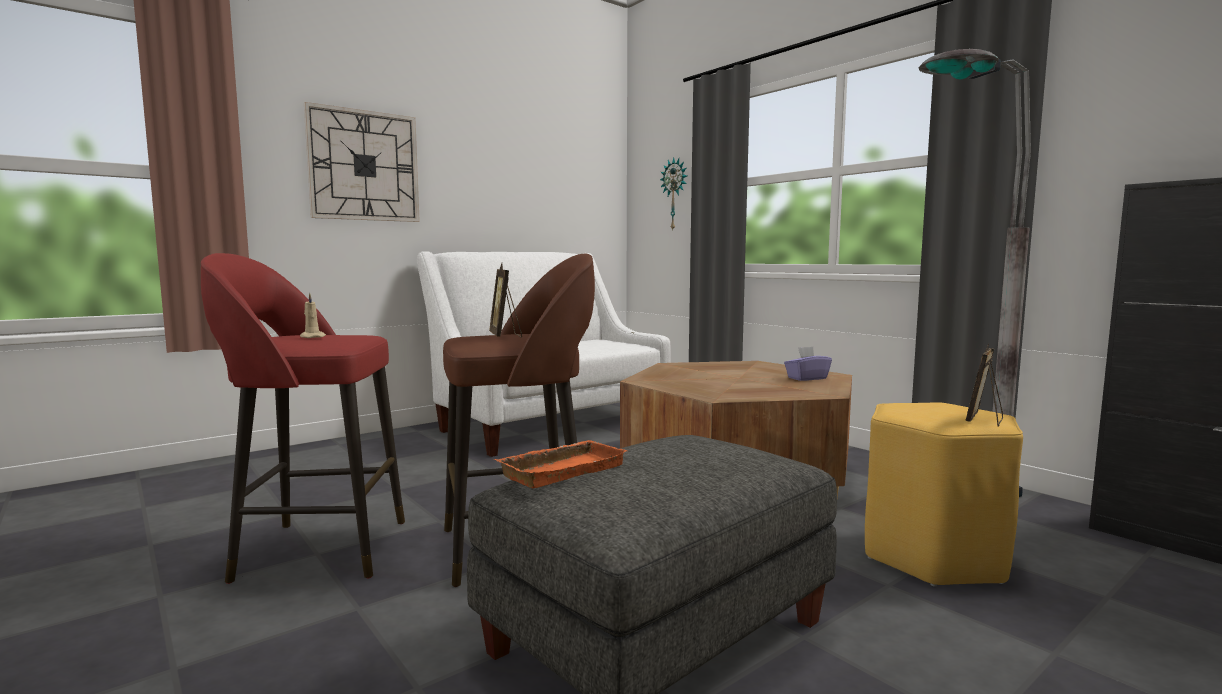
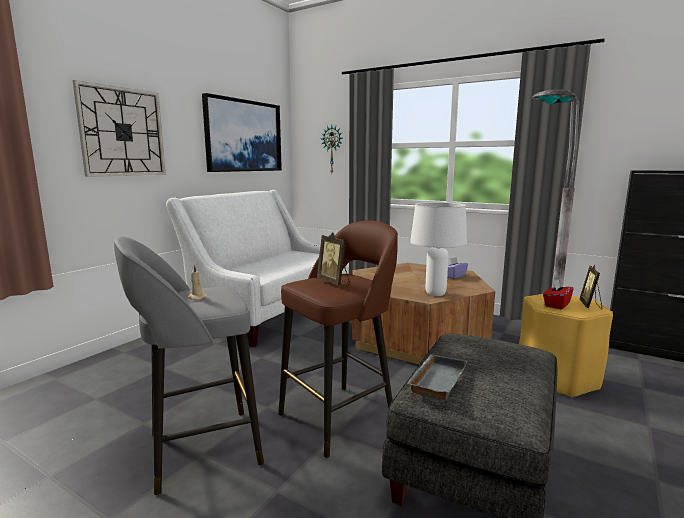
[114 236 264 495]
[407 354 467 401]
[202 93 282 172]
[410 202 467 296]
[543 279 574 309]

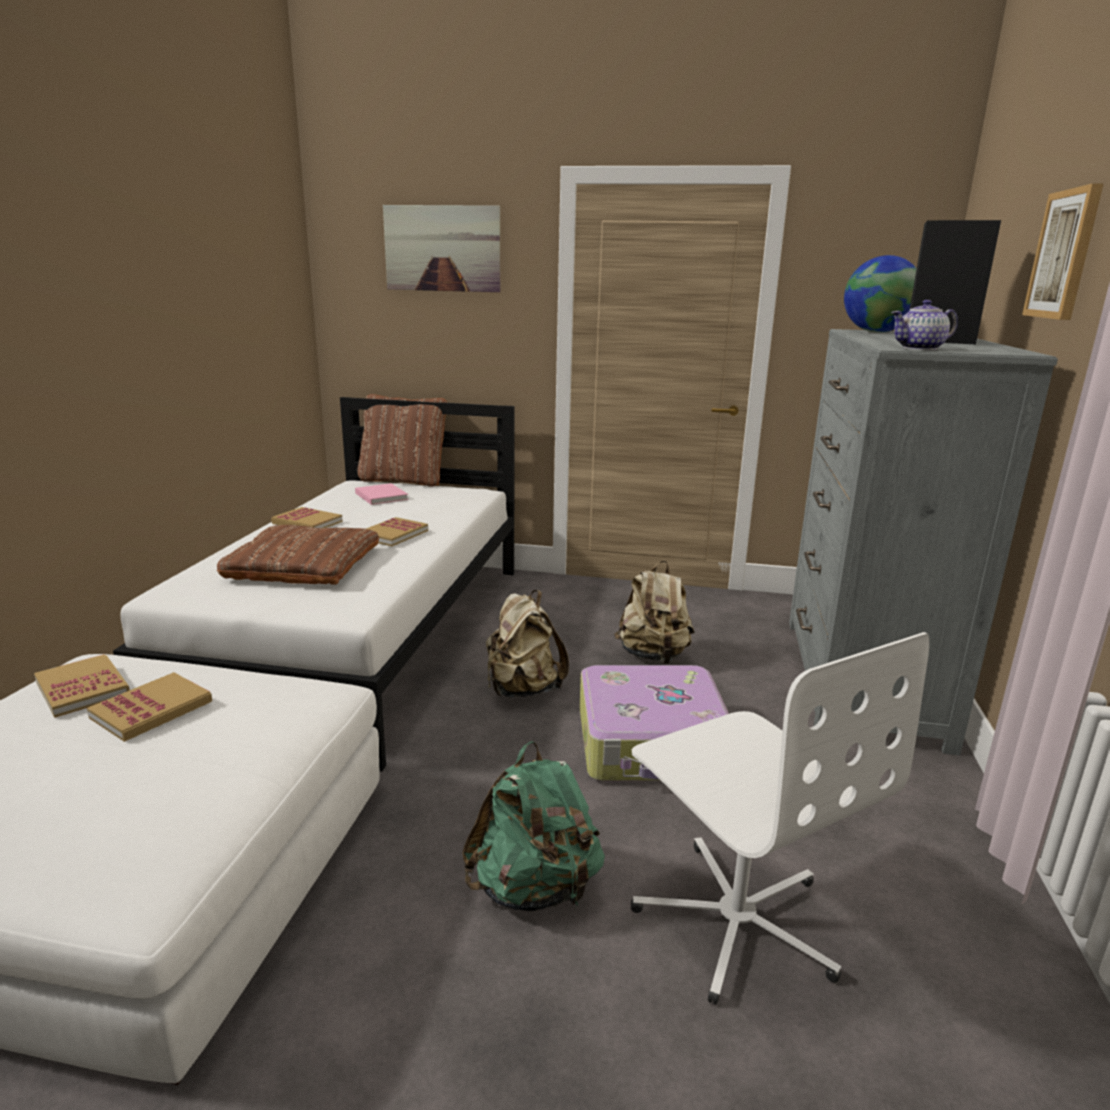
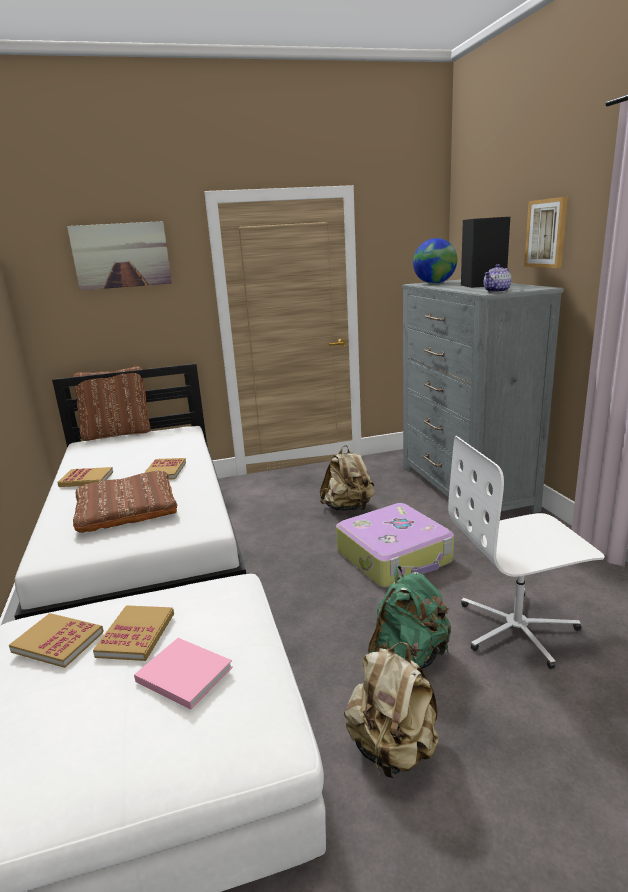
[134 638 233 710]
[344 642 439 778]
[448 436 605 669]

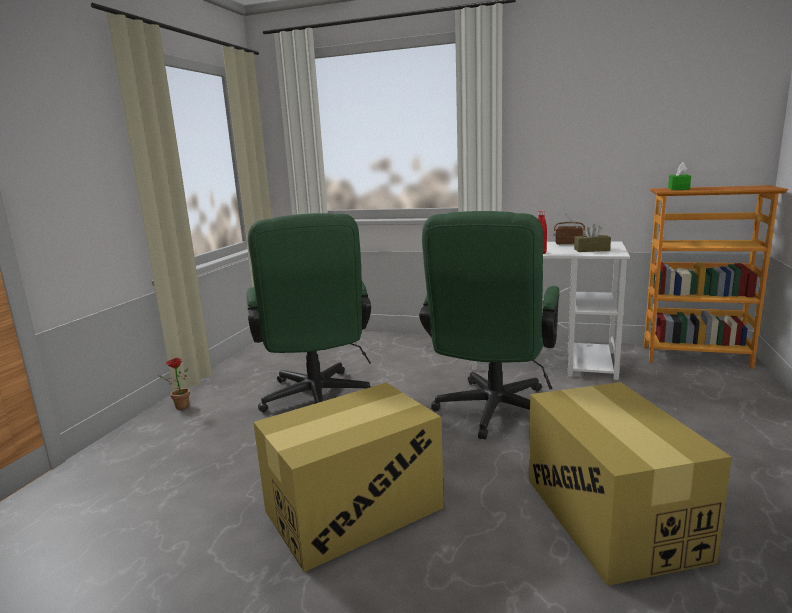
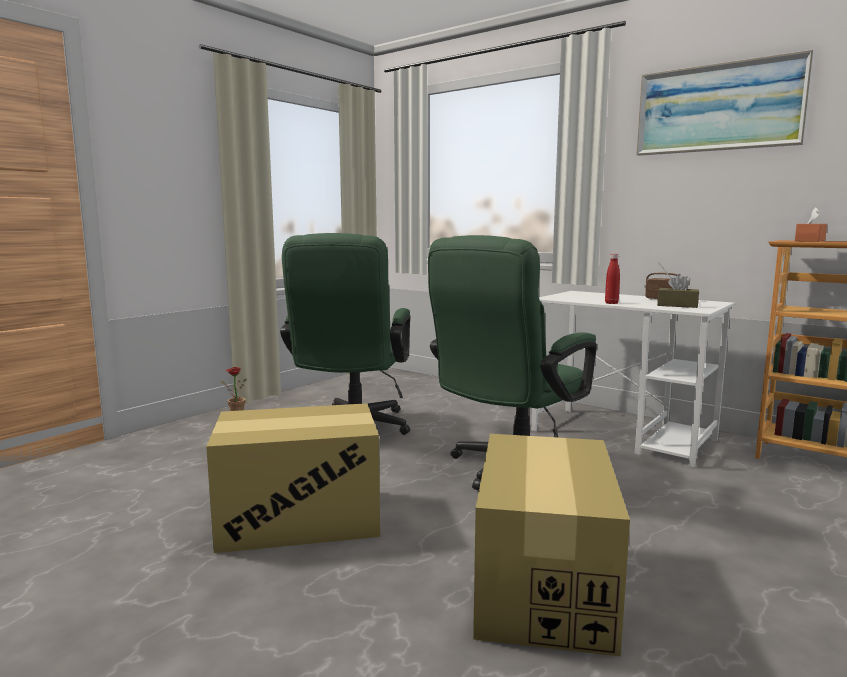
[795 207 827 242]
[636 50 814 156]

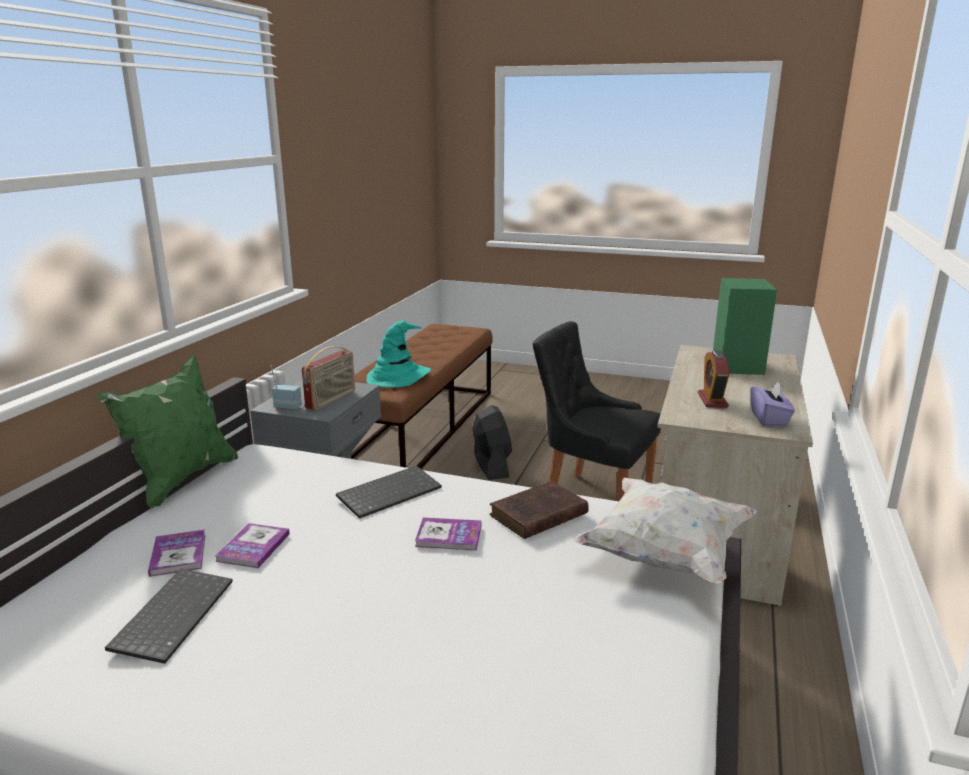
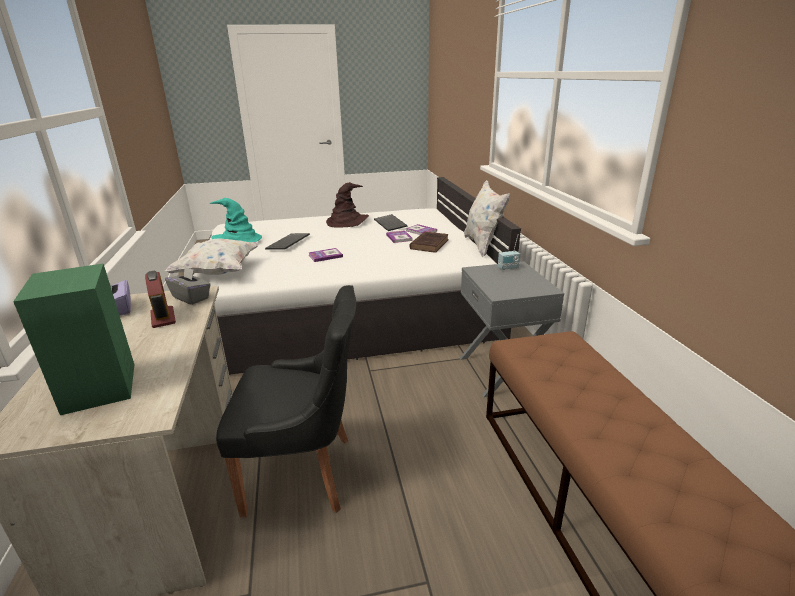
[210 198 262 242]
[302 346 355 410] (first image)
[464 180 510 258]
[472 405 512 480] (first image)
[265 233 310 250]
[410 232 449 253]
[326 182 369 228]
[165 266 211 305]

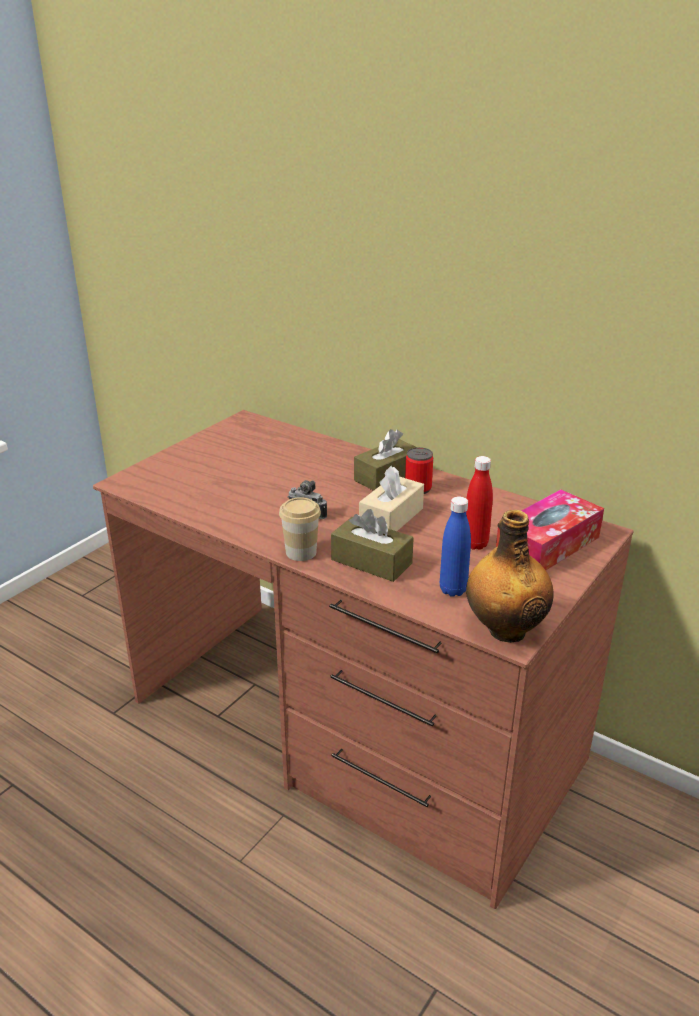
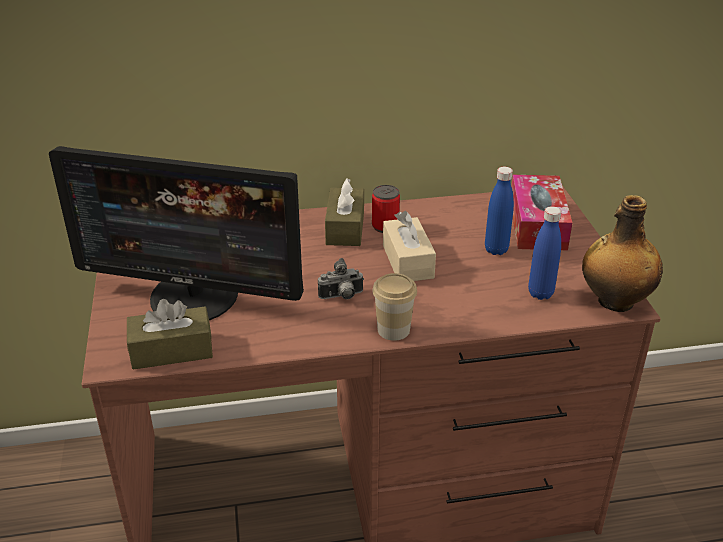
[485 167 514 255]
[127 299 213 370]
[49 146 304 320]

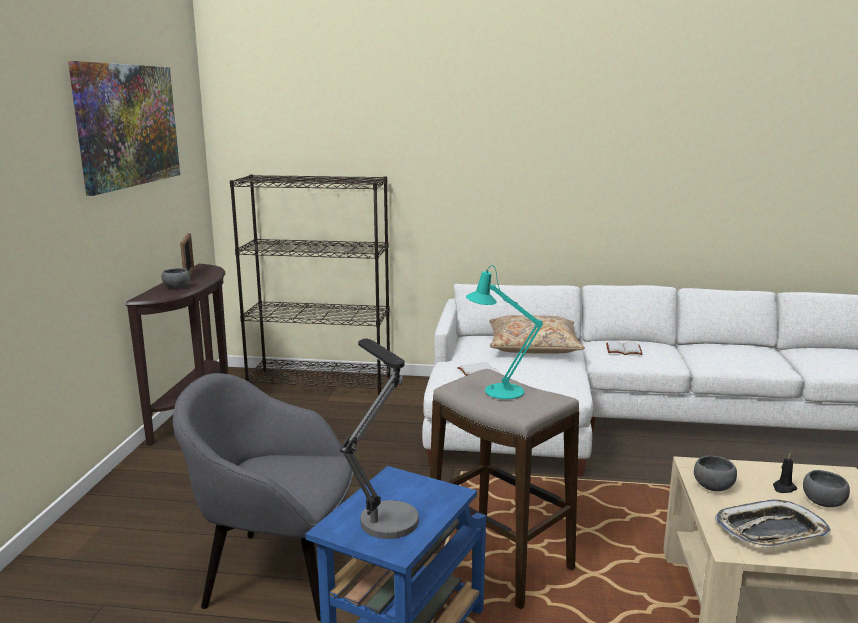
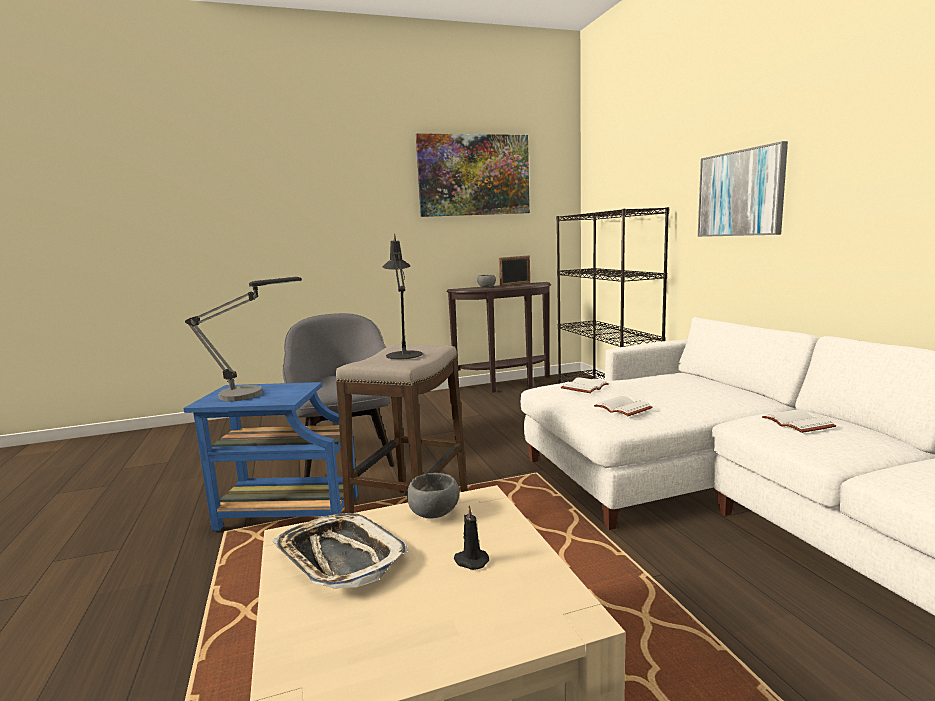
[382 234 423 359]
[489 315 585 354] (first image)
[803 470 850 507] (first image)
[698 141 788 237]
[594 396 653 416]

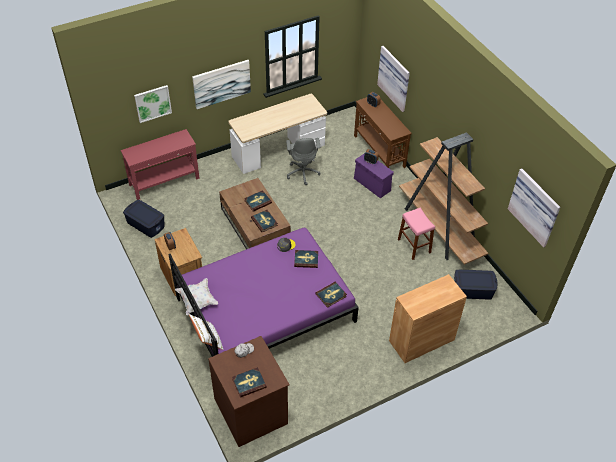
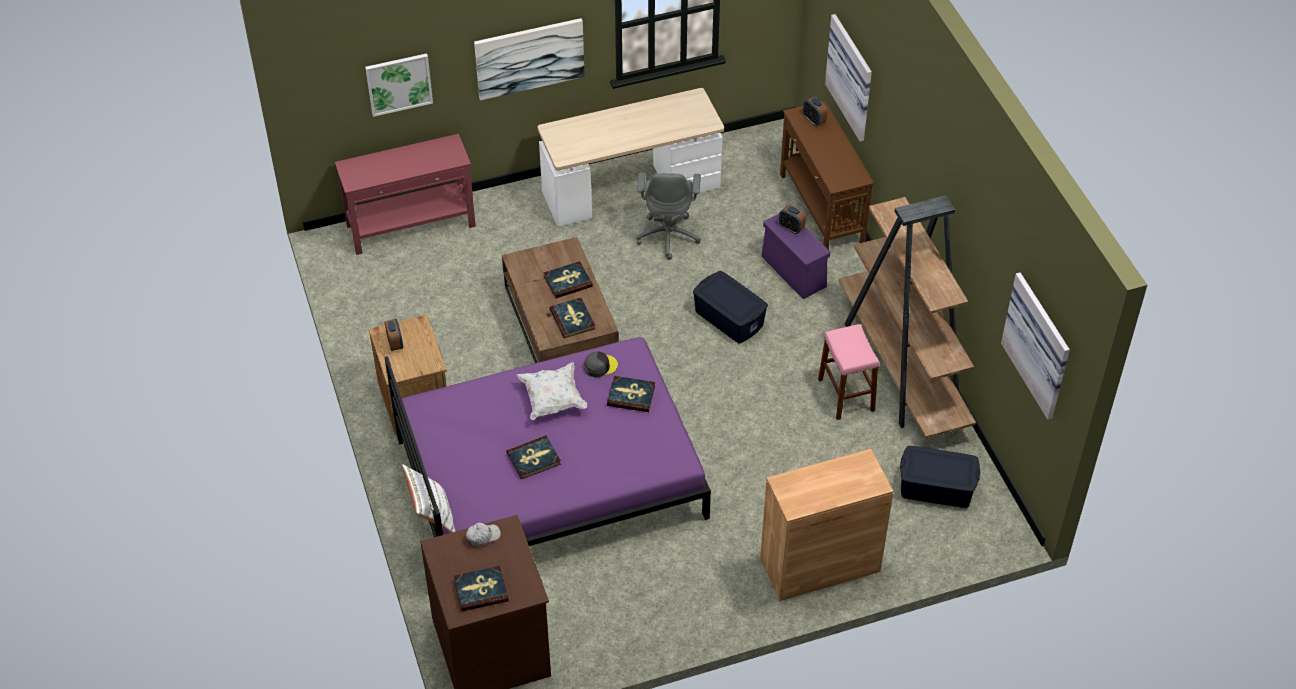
[693 271 768 343]
[517 363 587 420]
[507 436 561 479]

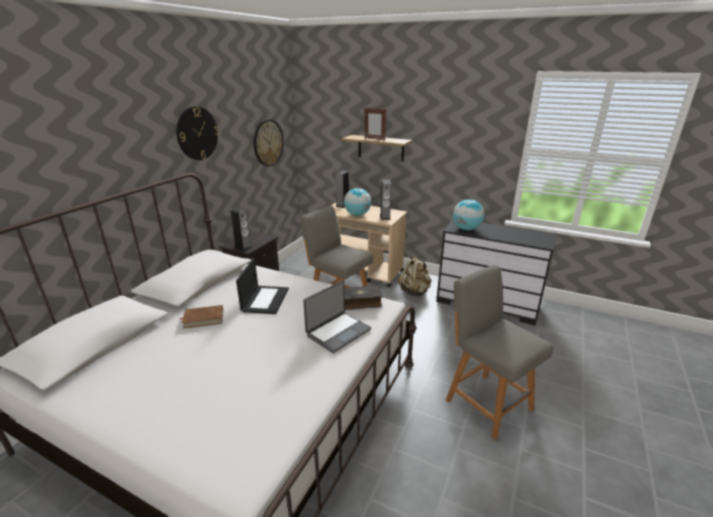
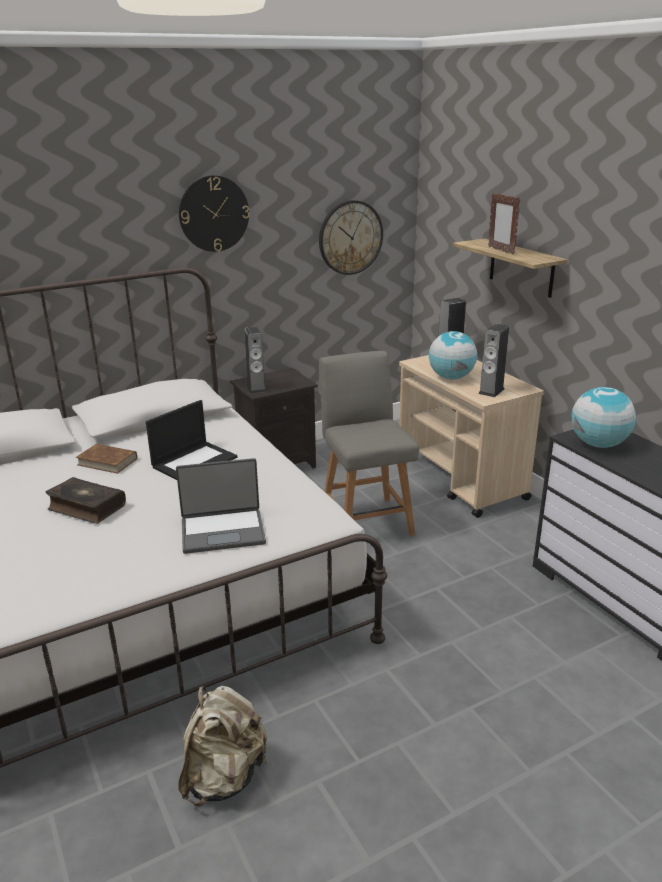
[178 686 268 806]
[446 265 553 441] (first image)
[46 477 126 524]

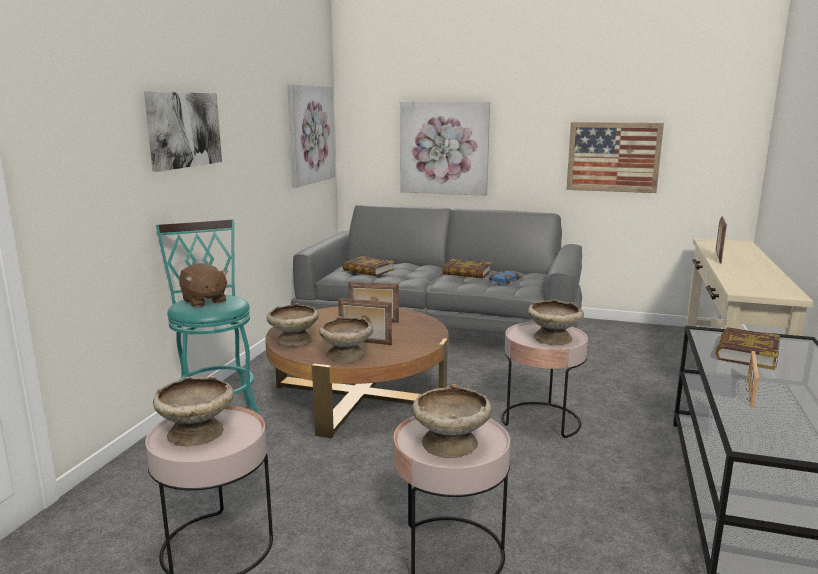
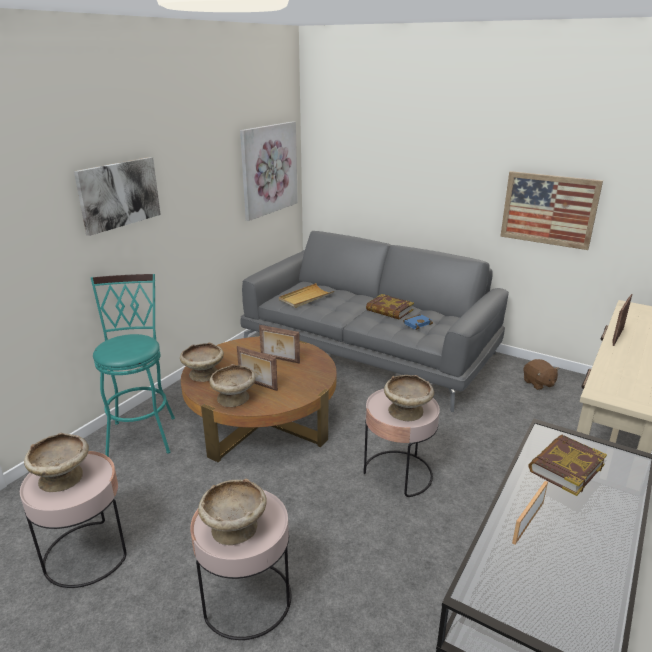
[400 102 490 196] (first image)
[279 283 334 308]
[523 359 560 390]

